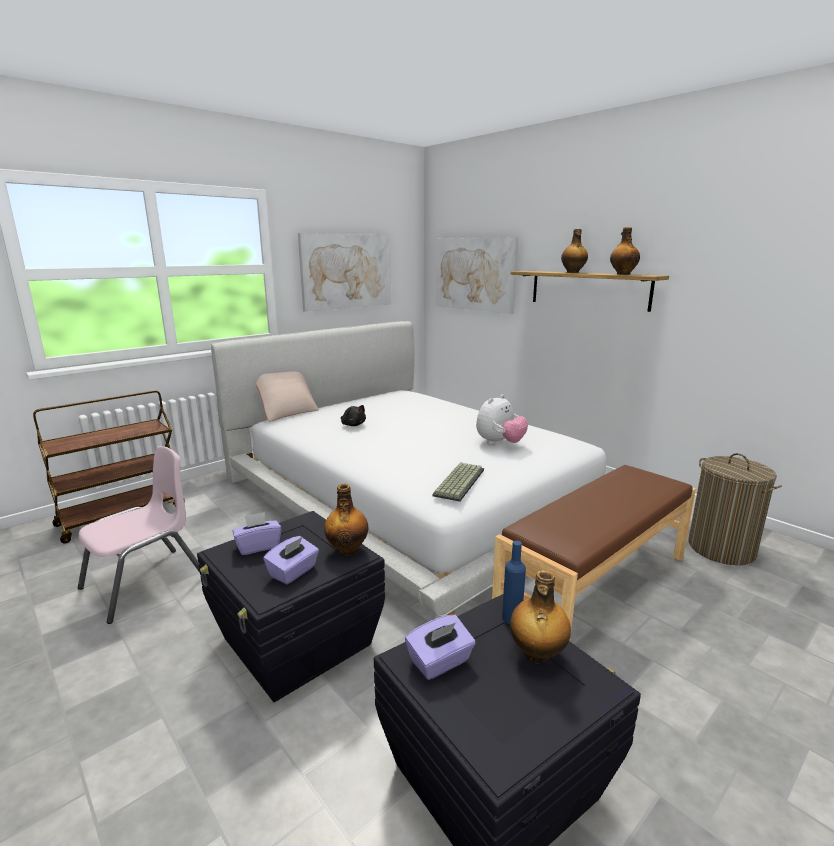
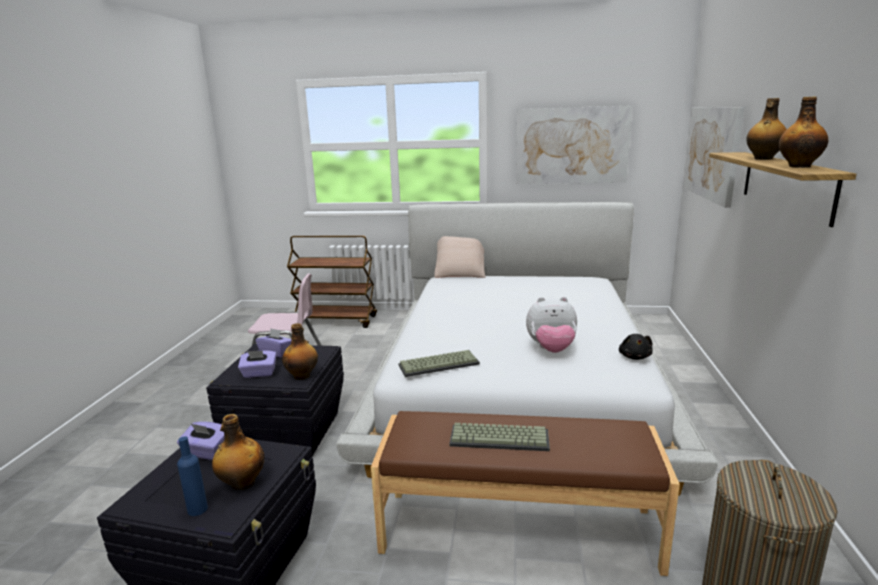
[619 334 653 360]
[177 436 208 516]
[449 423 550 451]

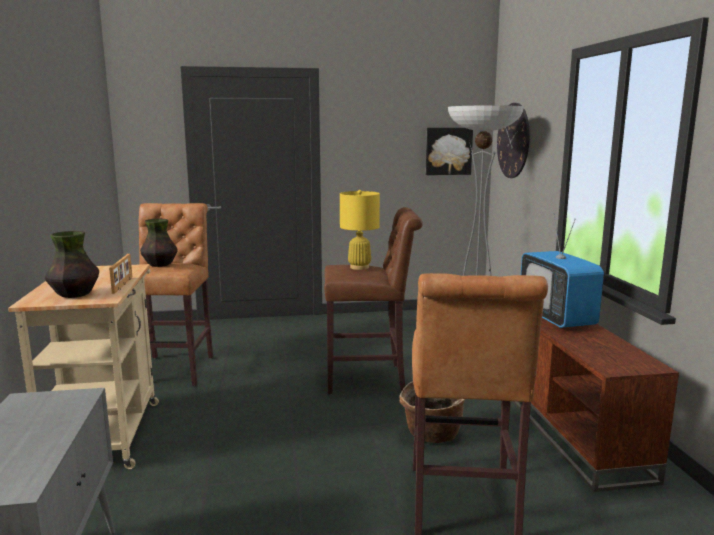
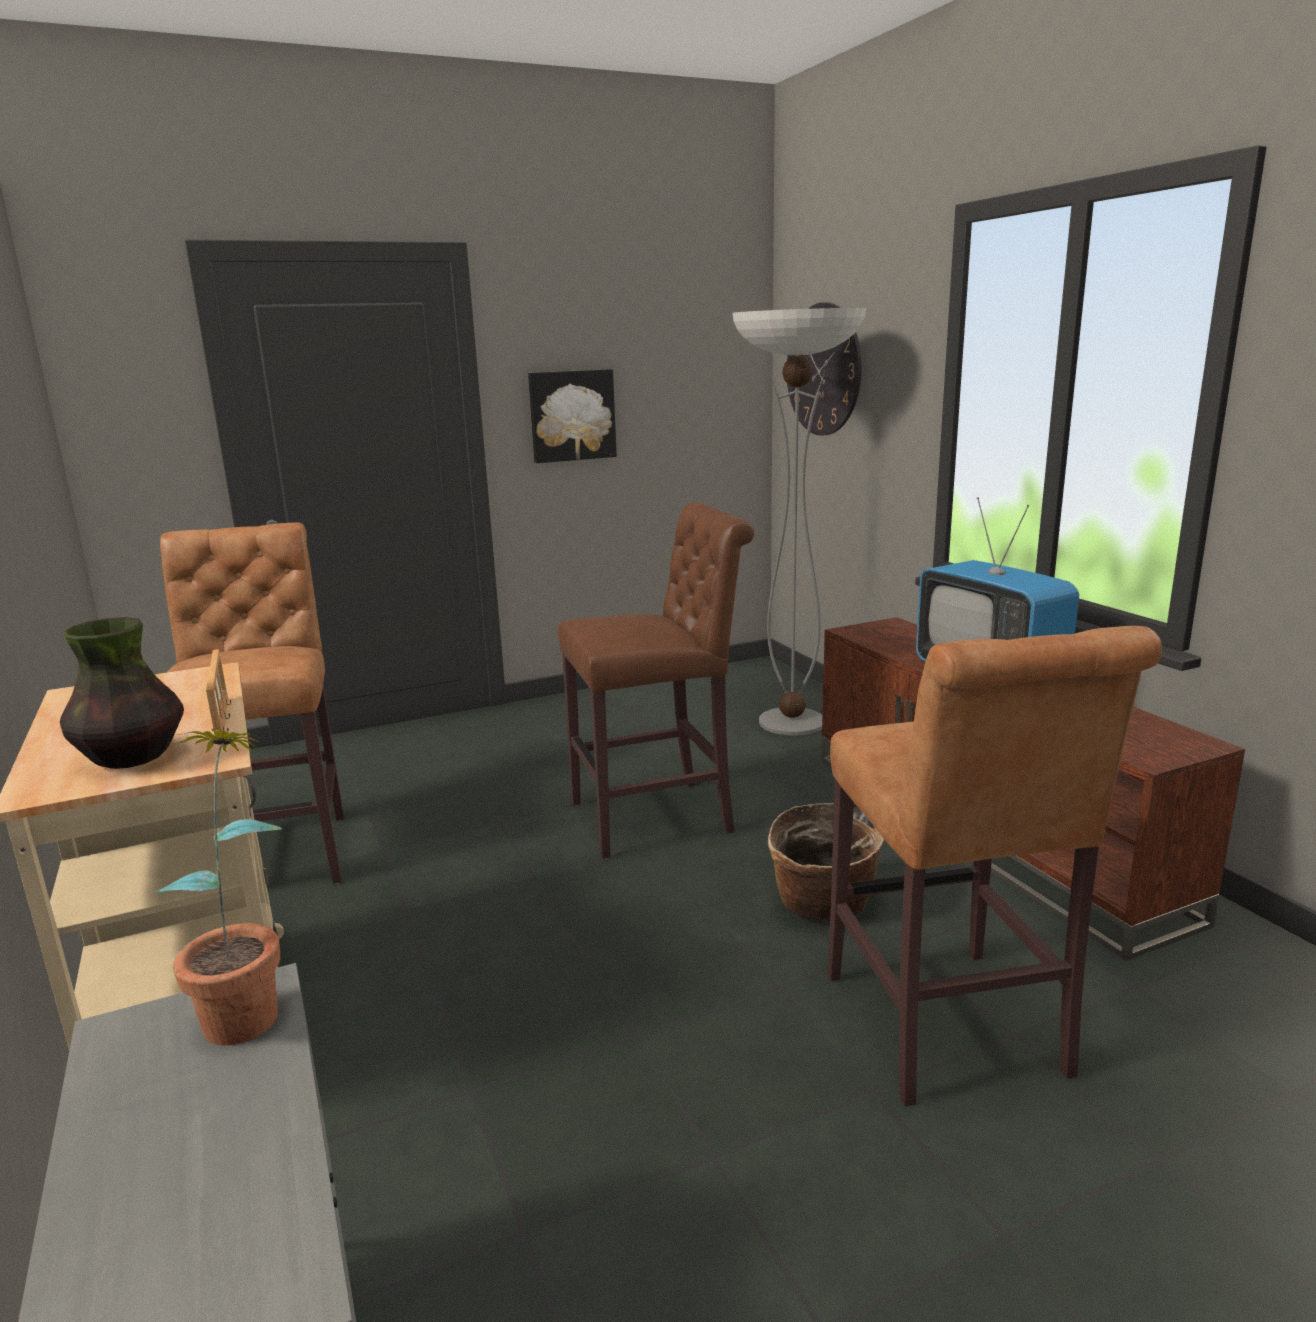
[528 369 617 463]
[340 190 380 270] (first image)
[140 219 178 267] (first image)
[155 729 282 1045]

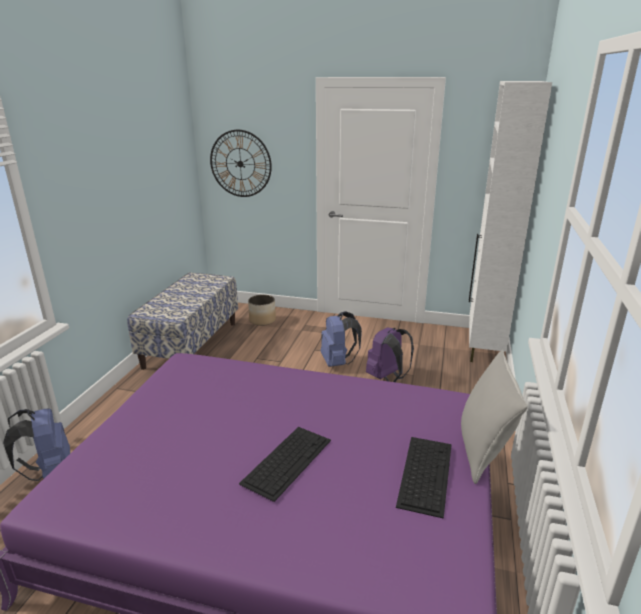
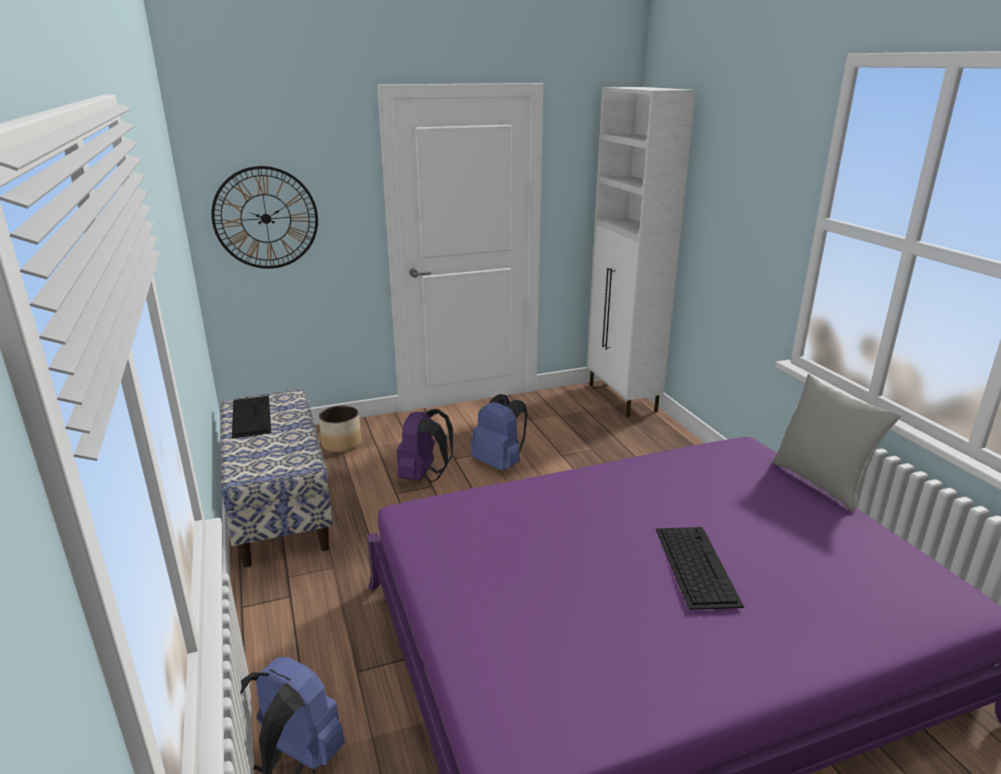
[397 409 453 482]
[232 396 271 438]

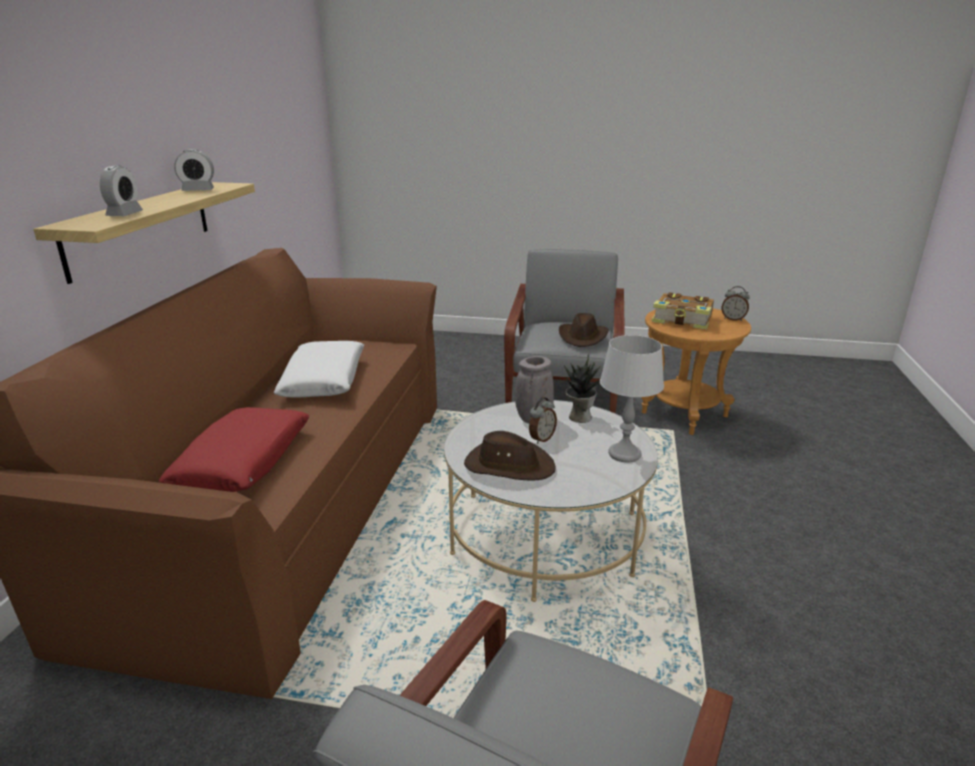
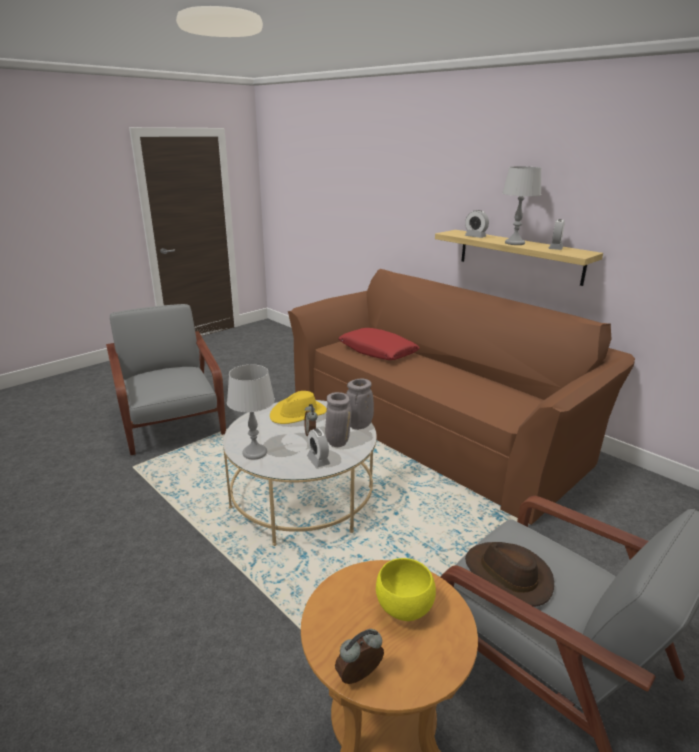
[376 558 436 621]
[274 341 364 398] (first image)
[307 428 330 468]
[270 391 327 424]
[502 166 541 245]
[346 378 374 430]

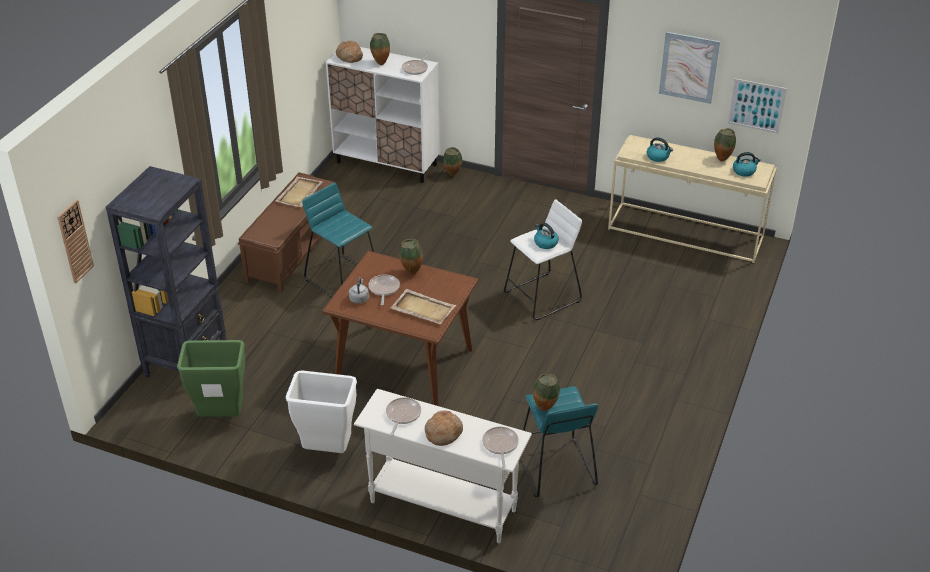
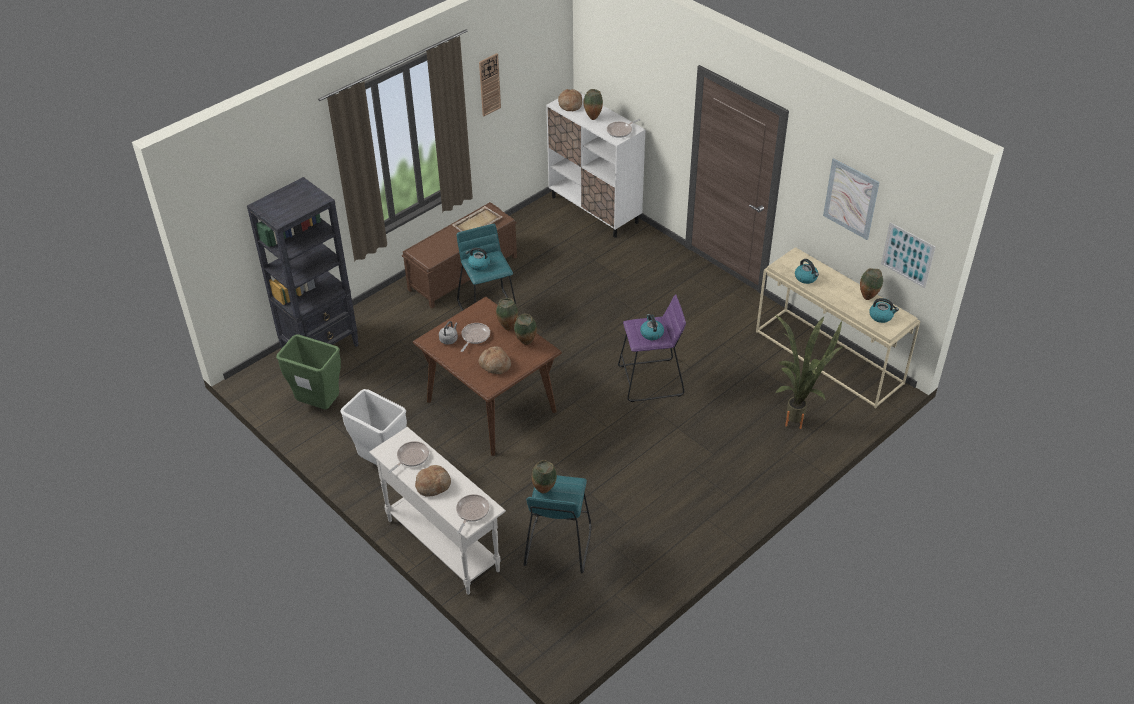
[514 314 537 345]
[618 294 686 402]
[479 53 501 116]
[478 346 511 374]
[465 247 490 271]
[775 315 843 429]

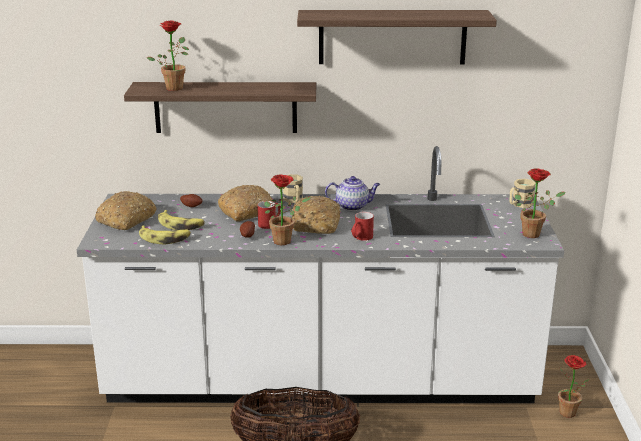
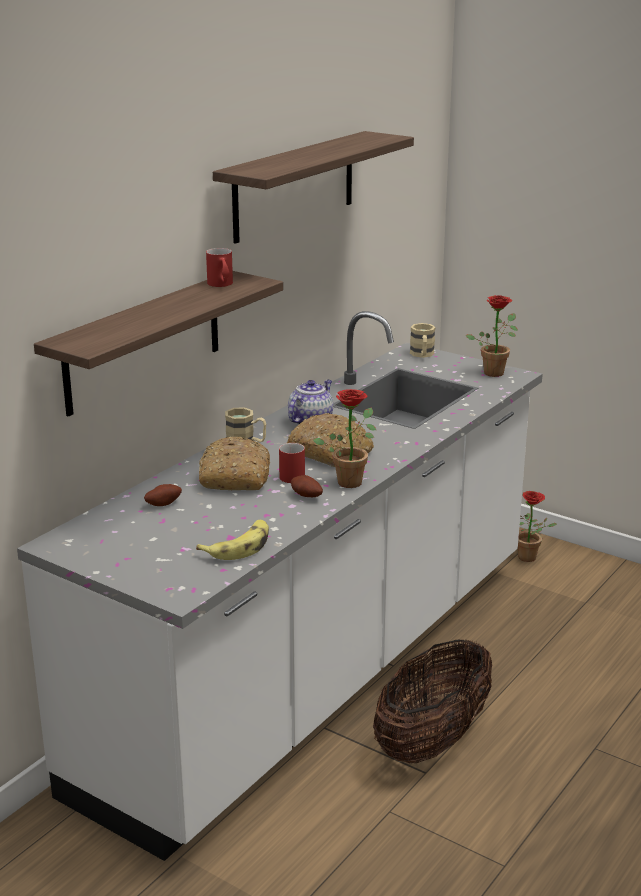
[147 21 189 91] (first image)
[95 191 157 230] (first image)
[158 210 205 230] (first image)
[206 248 233 287]

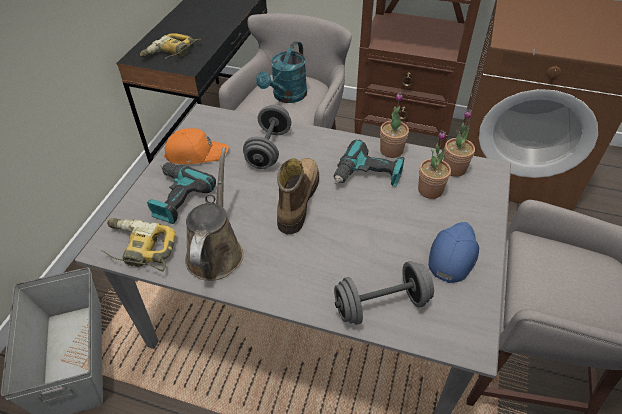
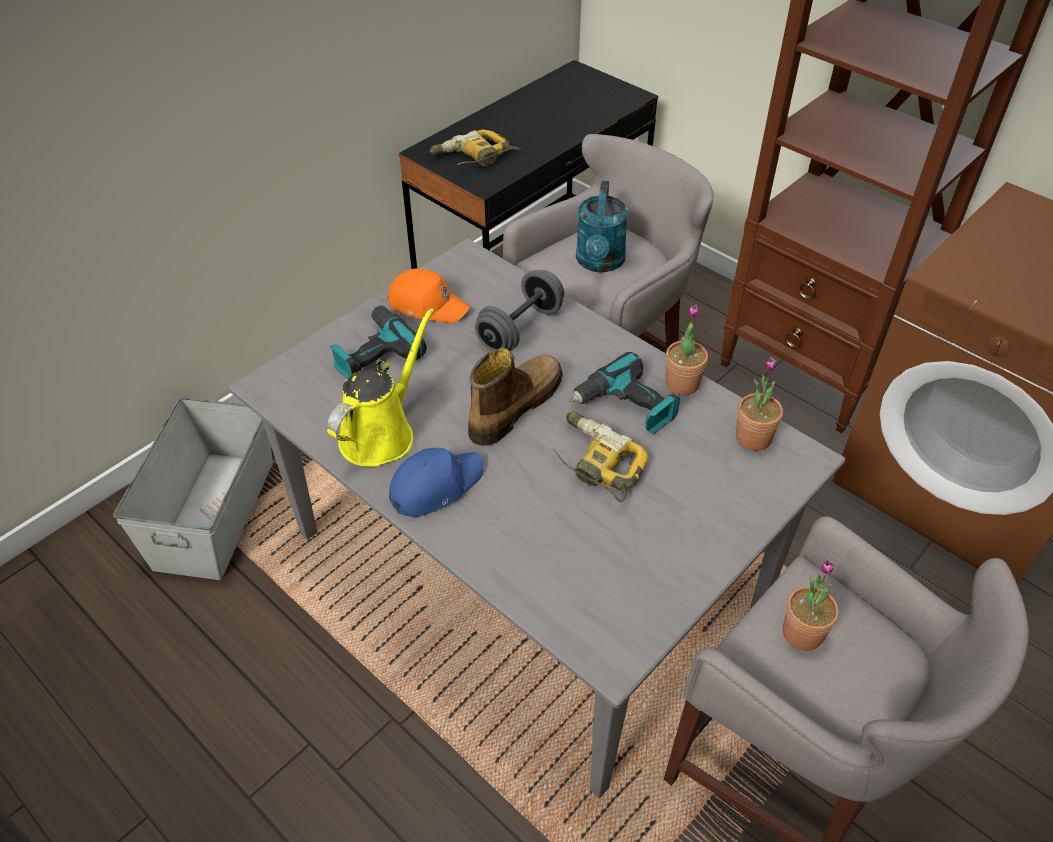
[576 181 628 273]
[783 559 839 650]
[327 308 434 467]
[552 412 648 503]
[389 448 484 517]
[334 261 434 325] (first image)

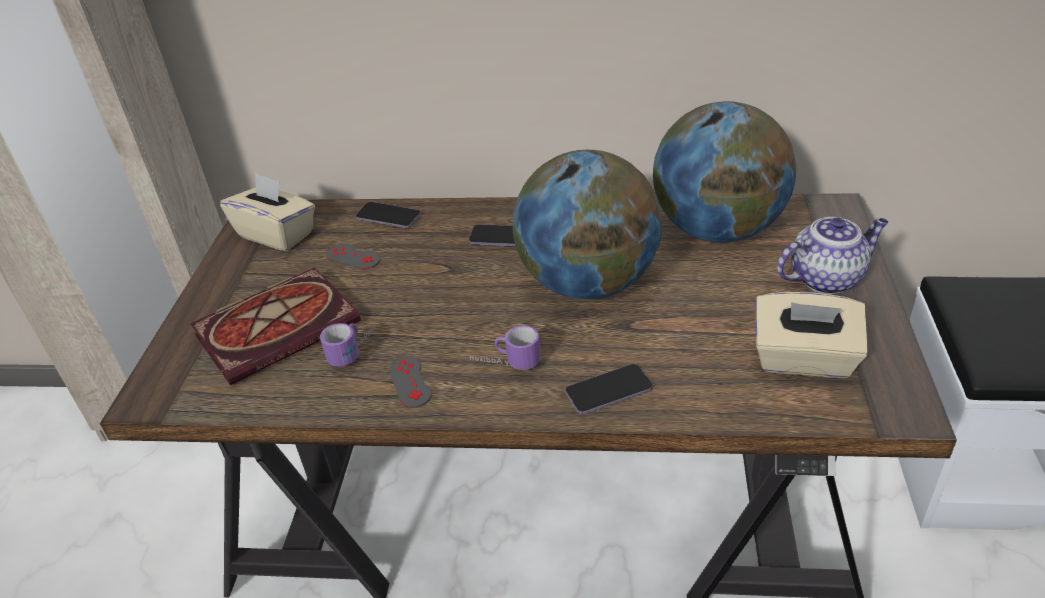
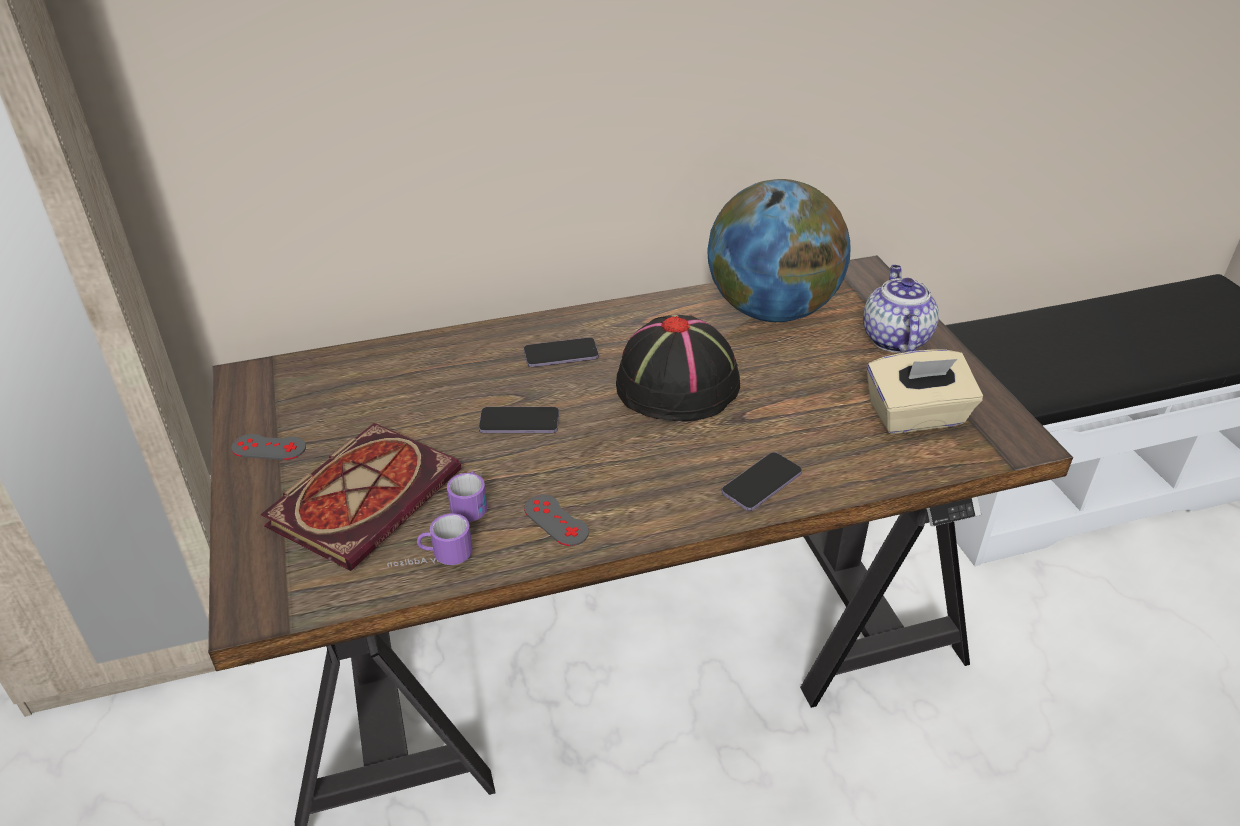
[616 315 740 421]
[220 173 315 251] (first image)
[479 407 559 433]
[863 265 939 353]
[231 434 306 460]
[387 513 473 567]

